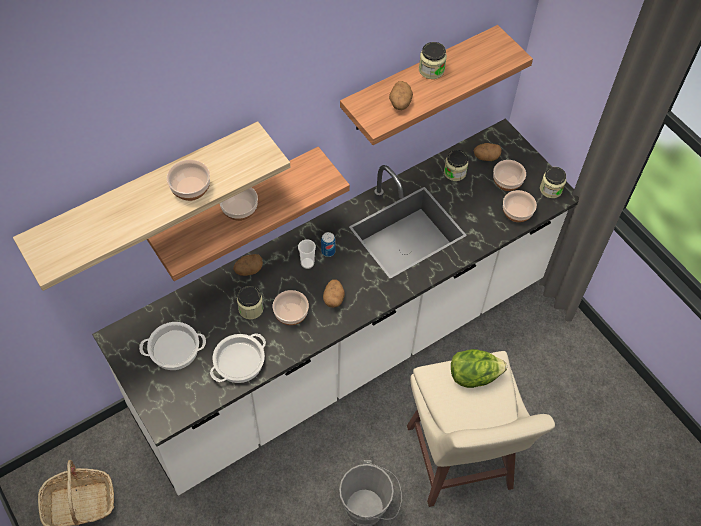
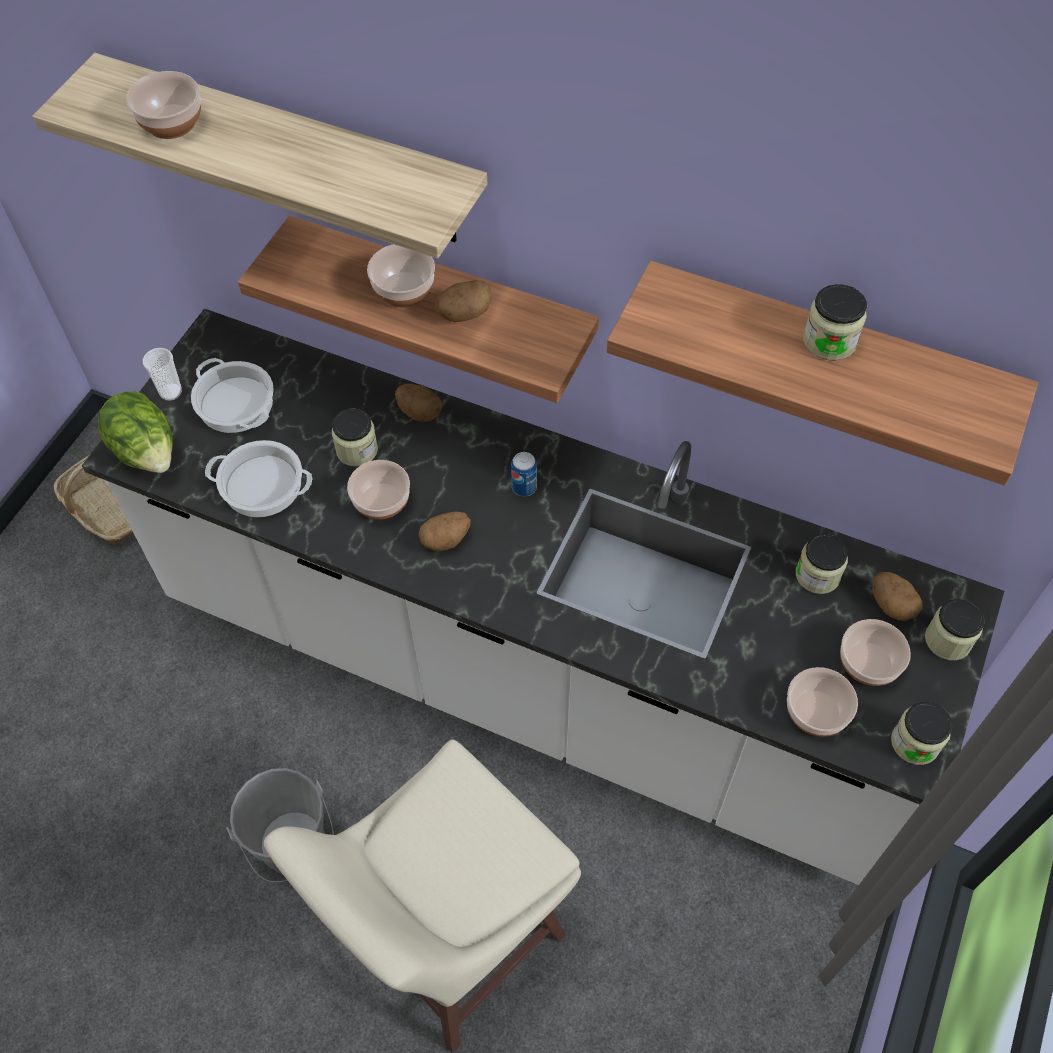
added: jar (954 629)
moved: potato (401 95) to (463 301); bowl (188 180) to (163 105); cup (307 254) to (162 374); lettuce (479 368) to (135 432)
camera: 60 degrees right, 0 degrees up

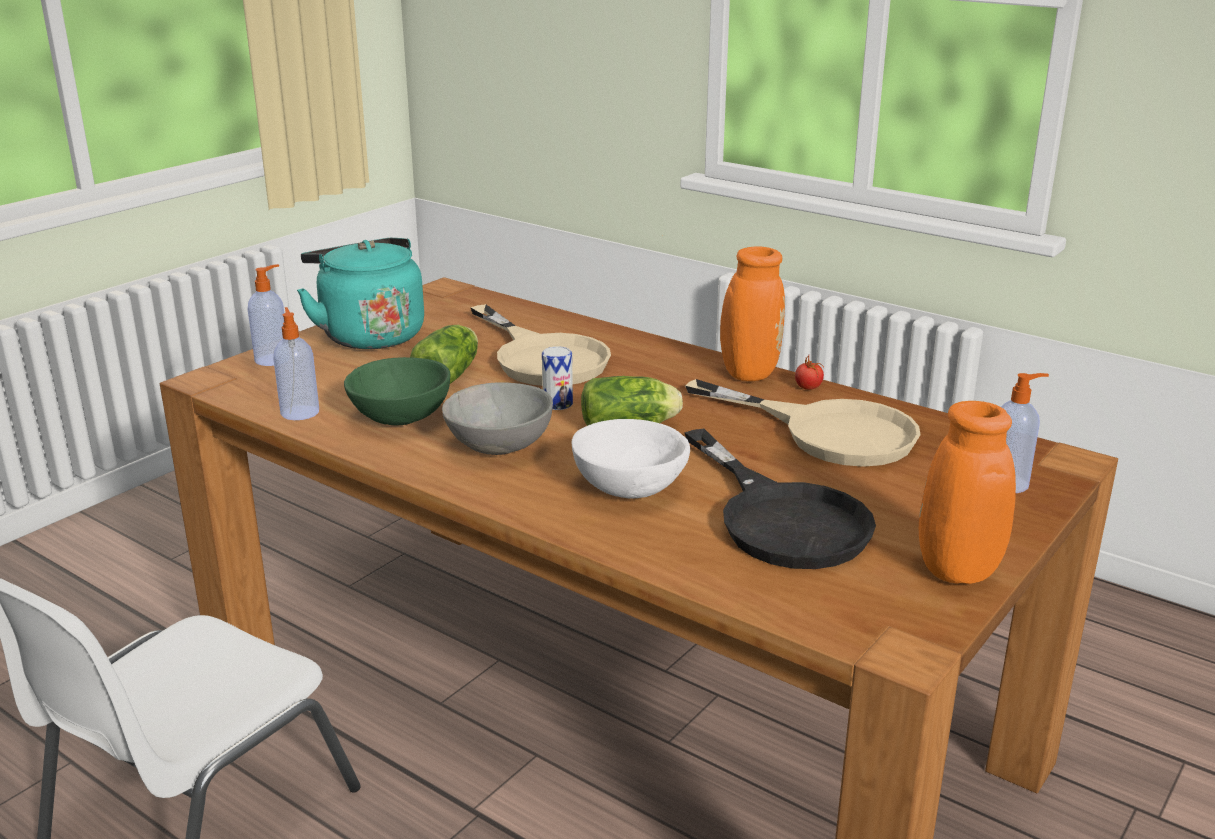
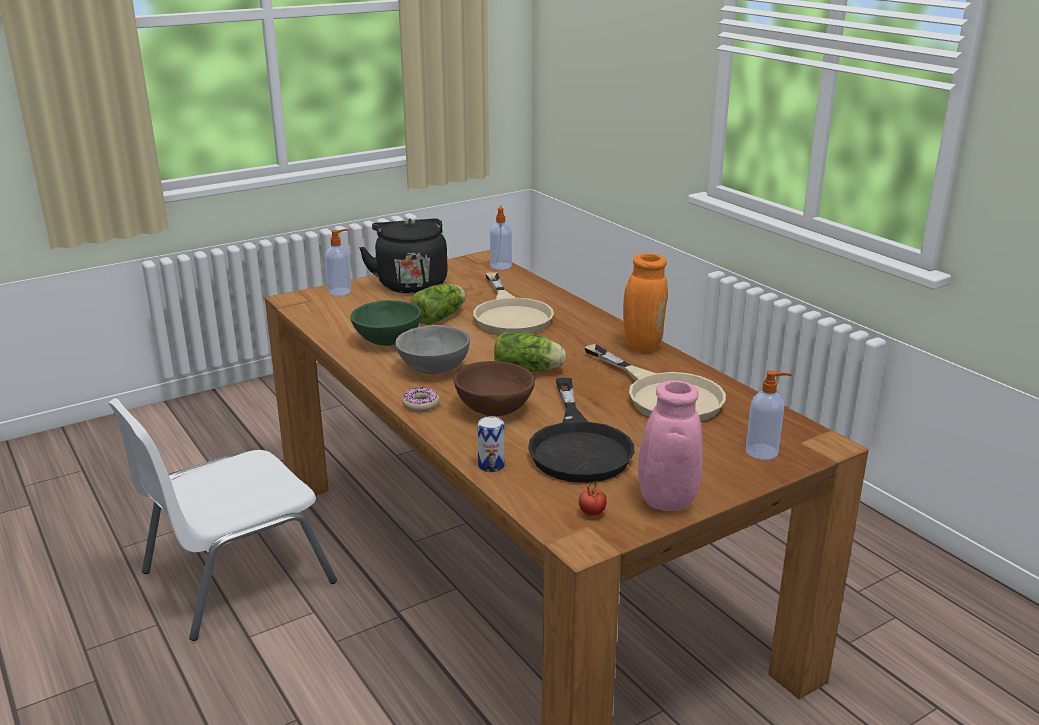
added: donut (421 399)
moved: soap dispenser (296 363) to (501 237); can (557 378) to (490 444); tomato (809 372) to (593 499)
recoloured: turquoise kettle (360 293) to black kettle (403 256); orange vase (967 492) to pink vase (670 446); white bowl (631 459) to brown bowl (494 388)
camera: 20 degrees right, 0 degrees up

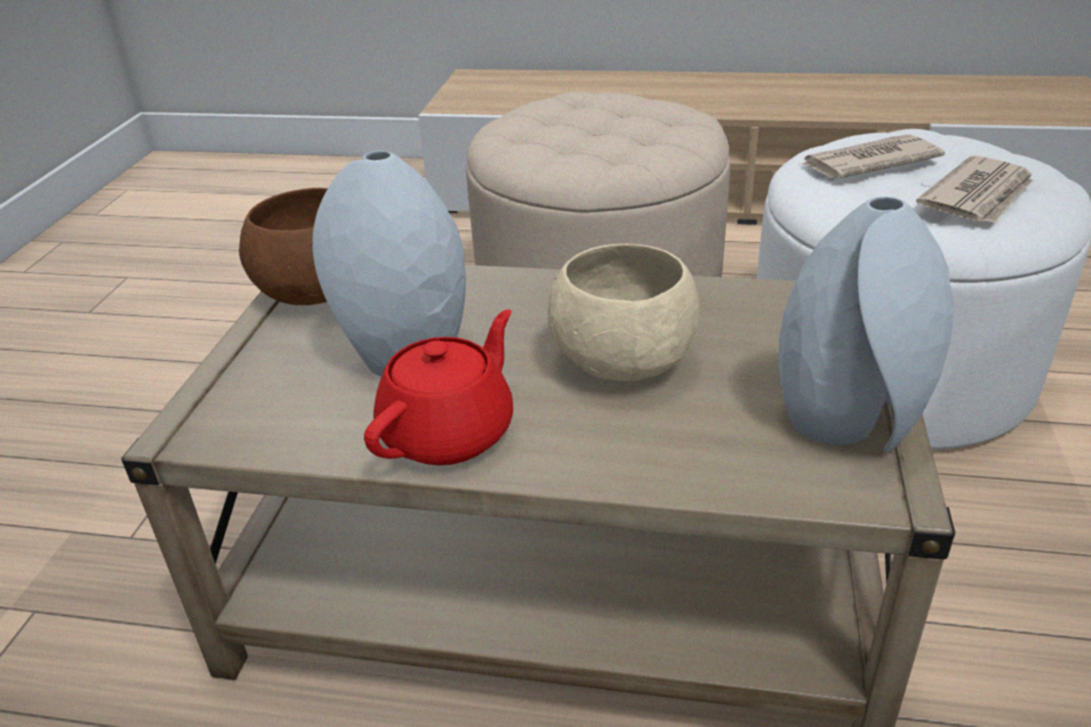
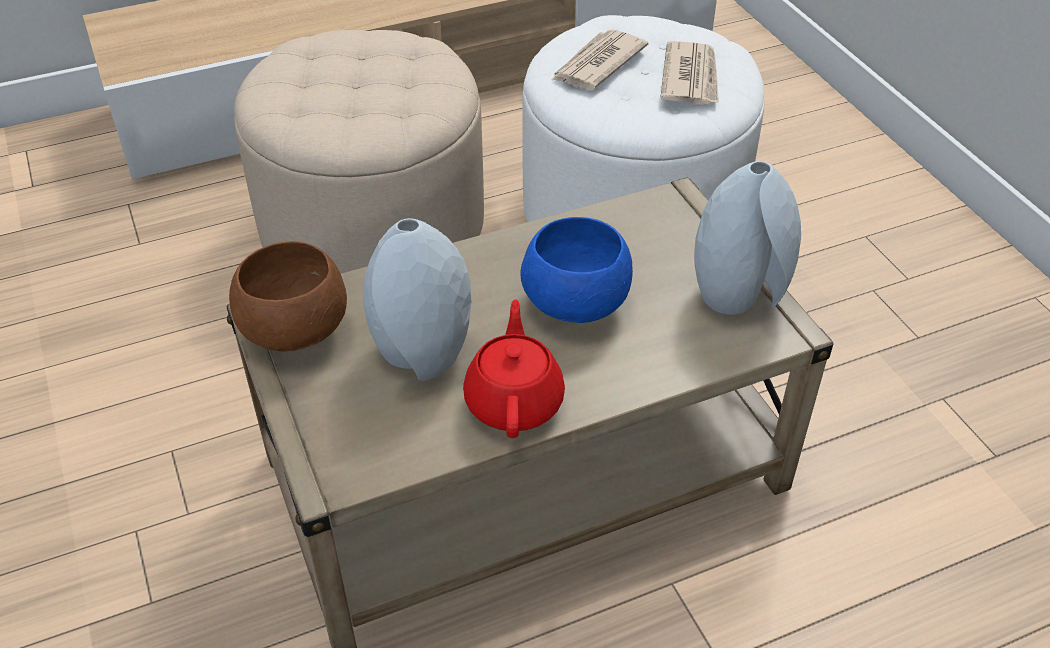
recoloured: beige bowl (624 312) to blue bowl (577 270)
camera: 35 degrees left, 10 degrees up

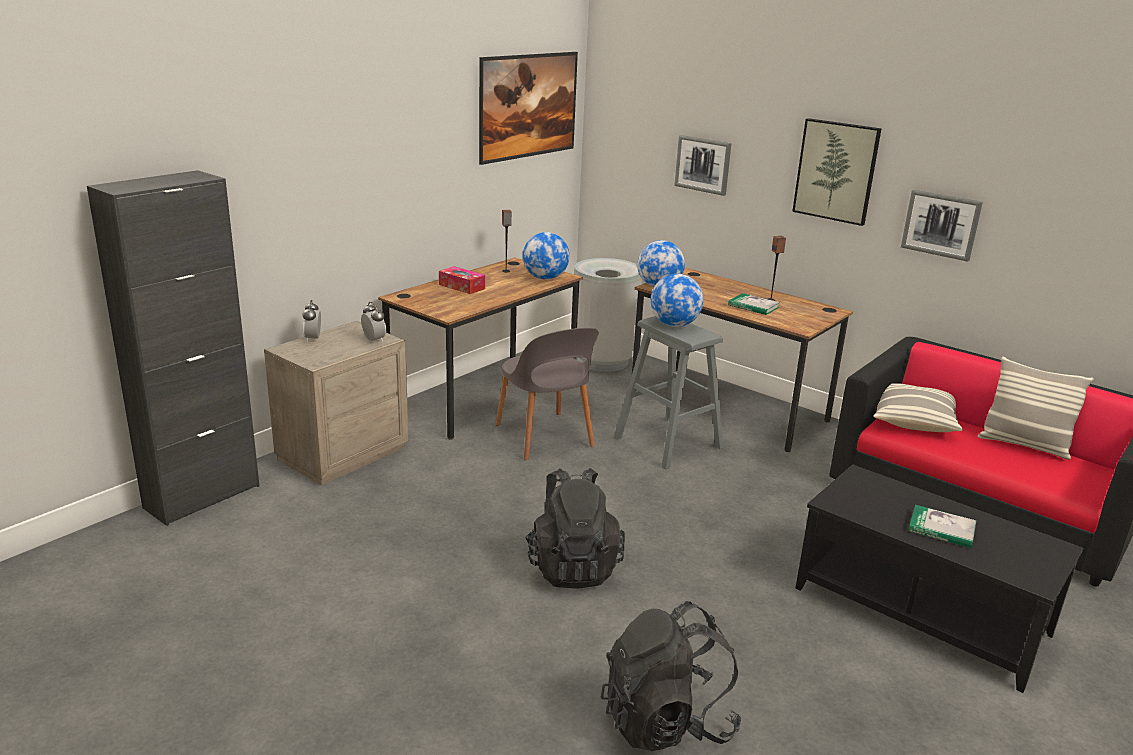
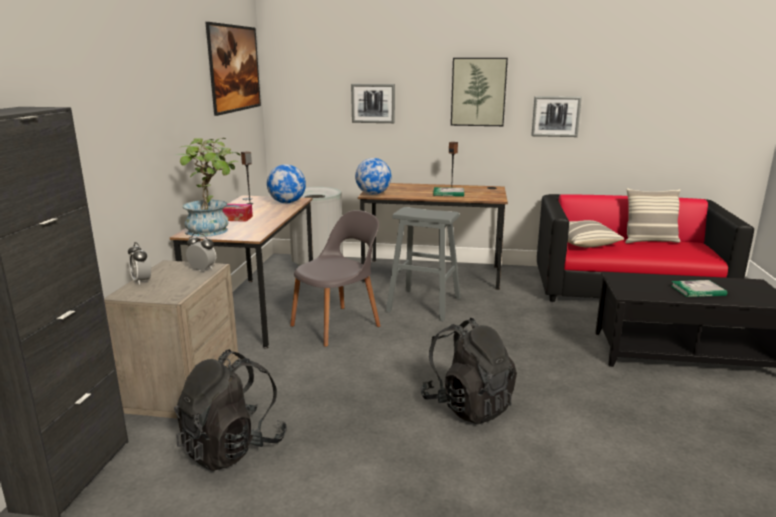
removed: globe (677 300)
added: potted plant (208 187)
moved: black backpack (671 676) to (230 410)
turned: grey chair (547 394) = (335 278) 75 degrees counterclockwise
camera: 30 degrees left, 5 degrees down

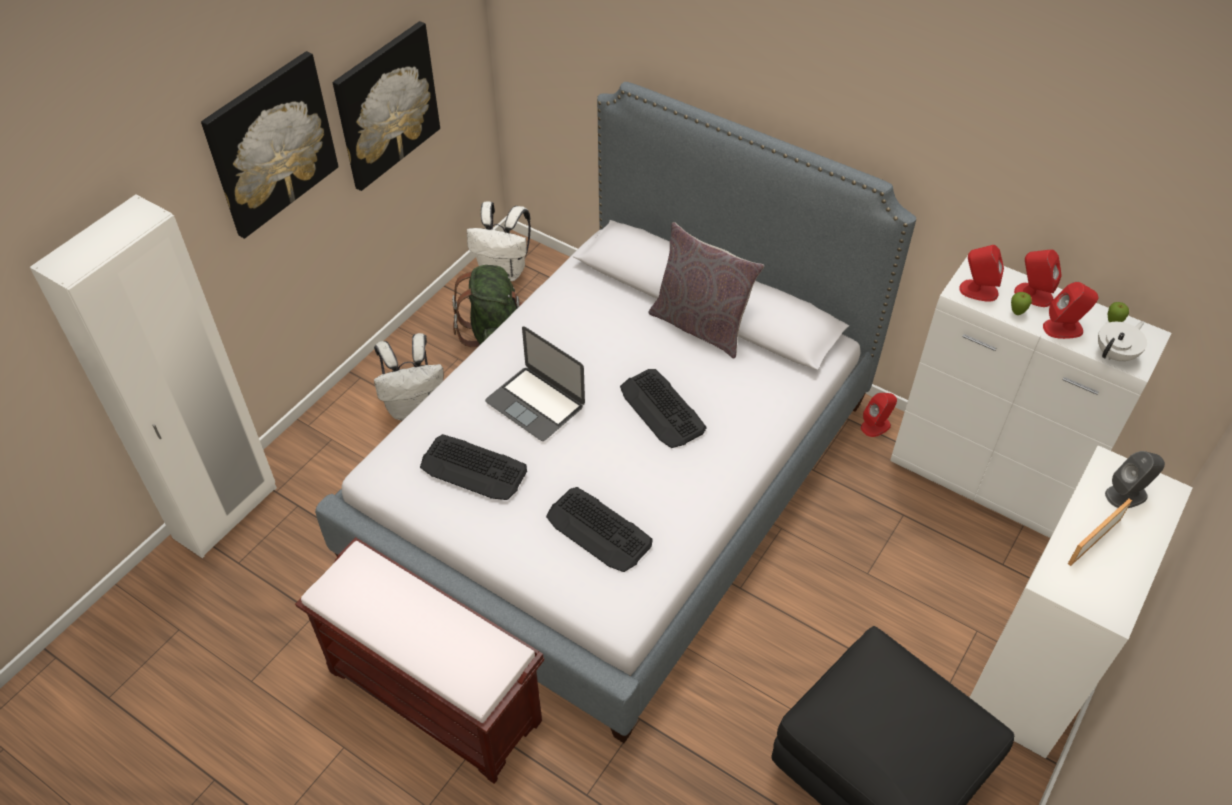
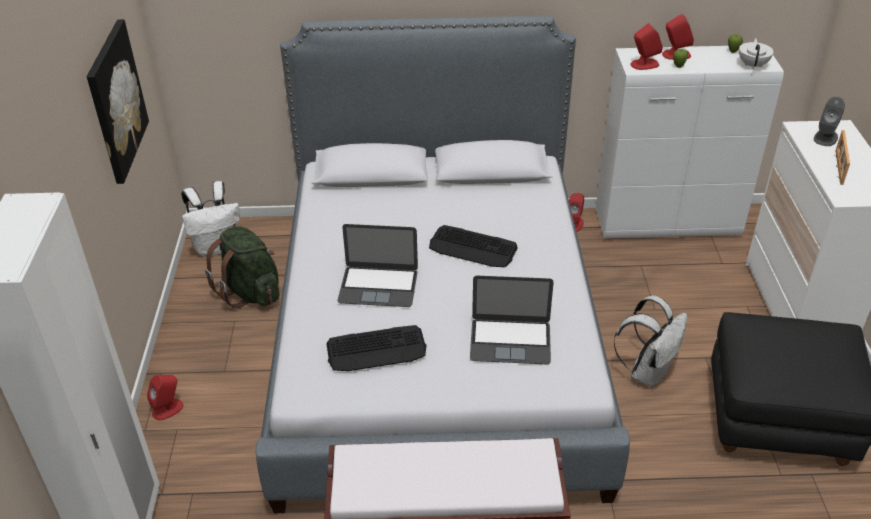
removed: picture (269 145); grey pillow (706 290)
moved: red speaker (1070 310) to (165 397); white backpack (409 377) to (650 341)
replaced: keyboard (599 529) to laptop (512 320)
camera: 35 degrees left, 10 degrees down

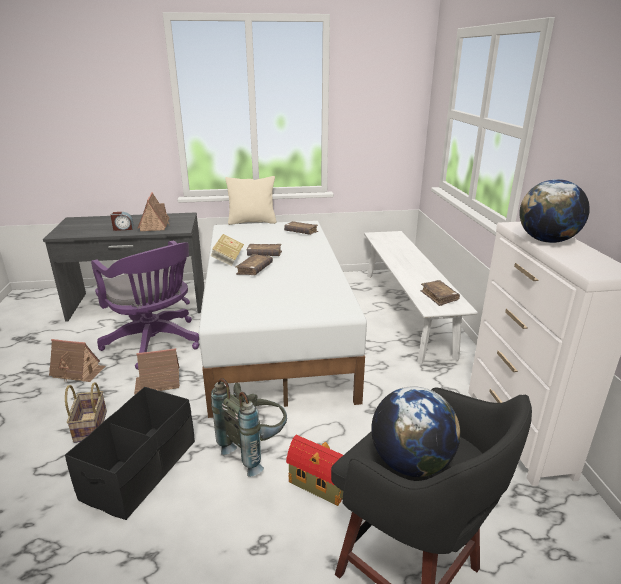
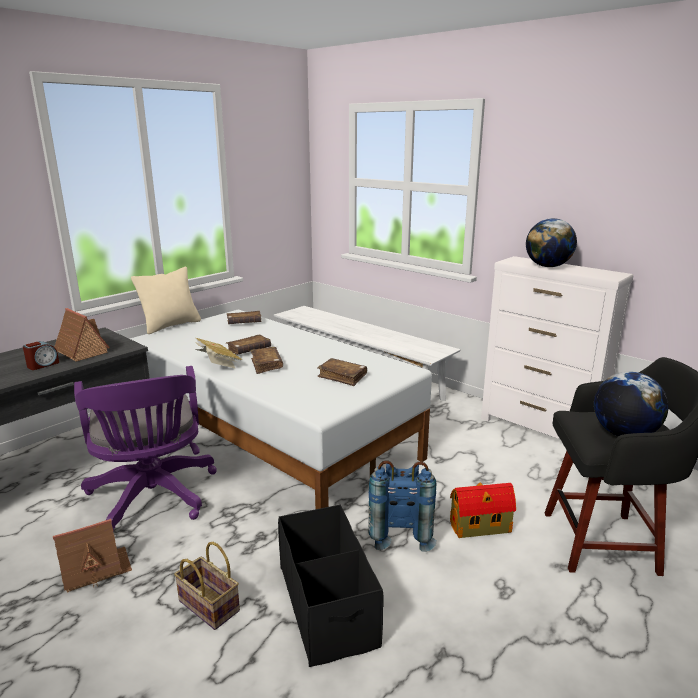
removed: toy house (157 371)
moved: brown book (440 293) to (342 372)
recoloured: grey backpack (249 427) to blue backpack (402 506)
turned: purple office chair (145 305) = (145 449) 60 degrees clockwise
camera: 40 degrees left, 5 degrees down

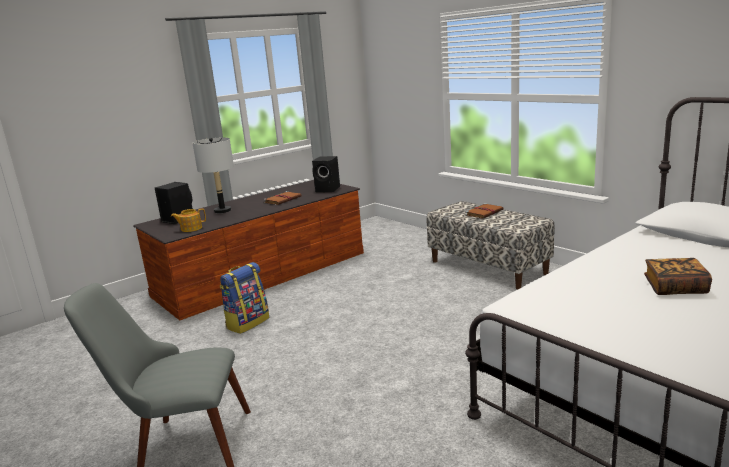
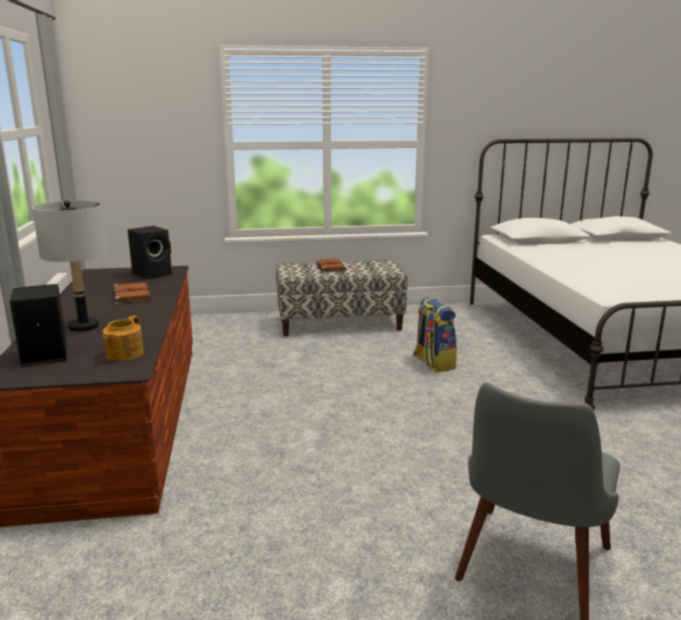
removed: book (678 276)
moved: backpack (244 298) to (435 334)
camera: 60 degrees left, 0 degrees up

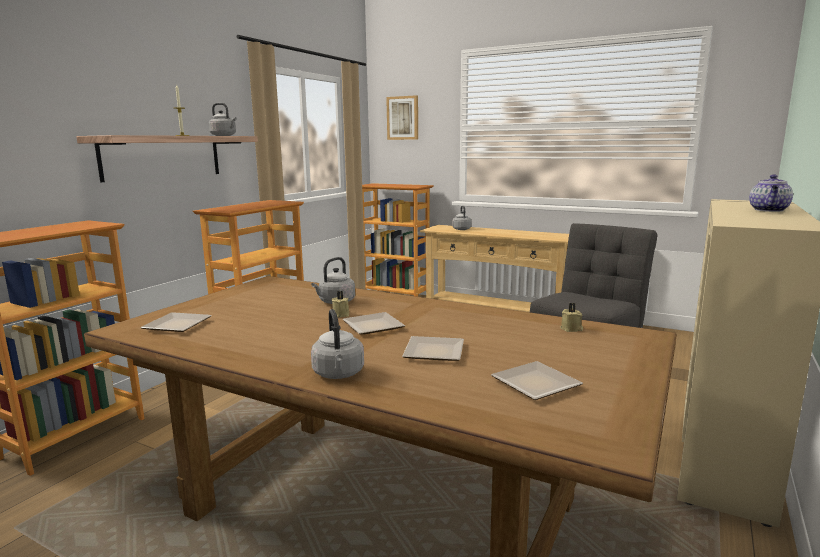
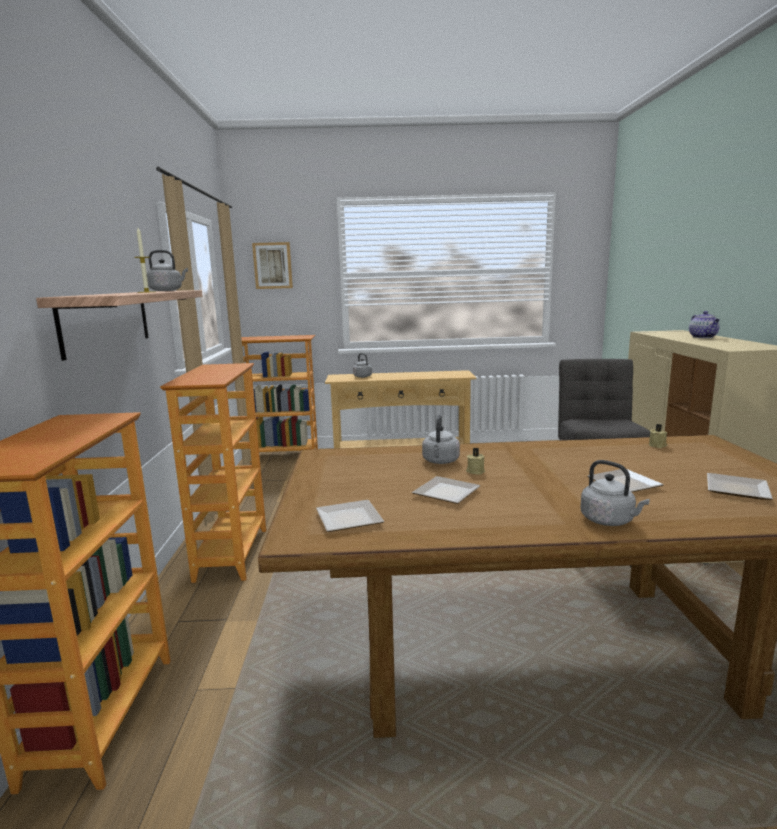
moved: plate (374 323) to (446 490)
camera: 30 degrees left, 0 degrees up

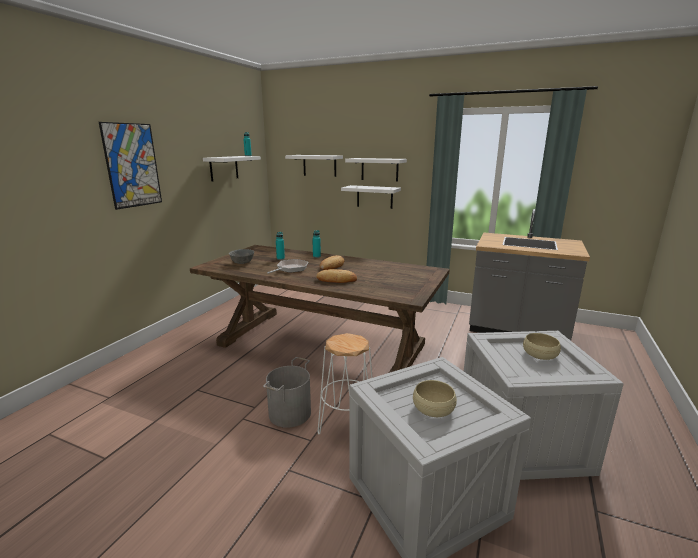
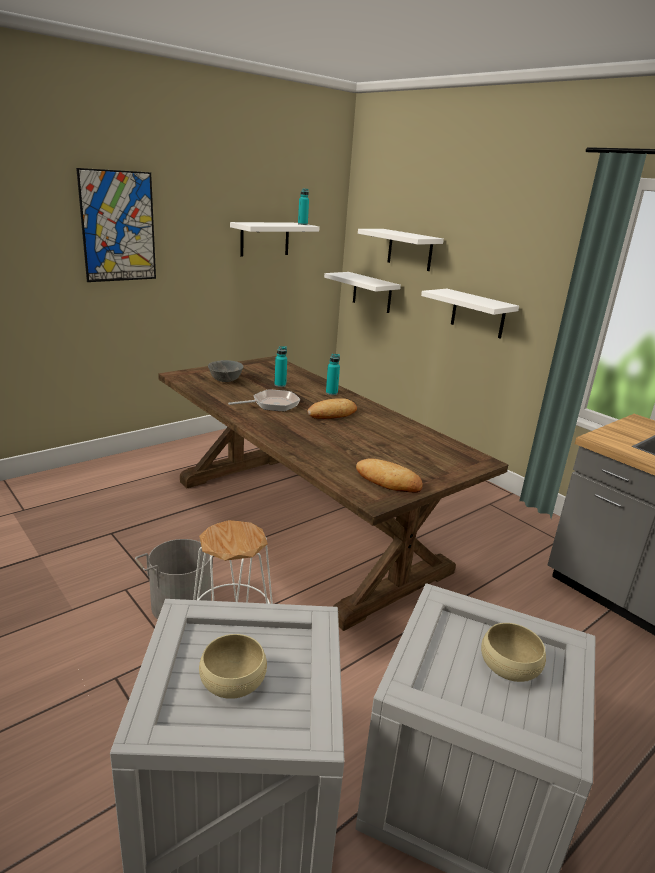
moved: white shelf (376 169) to (362 292); bread (336 276) to (389 475)
camera: 25 degrees right, 5 degrees up

